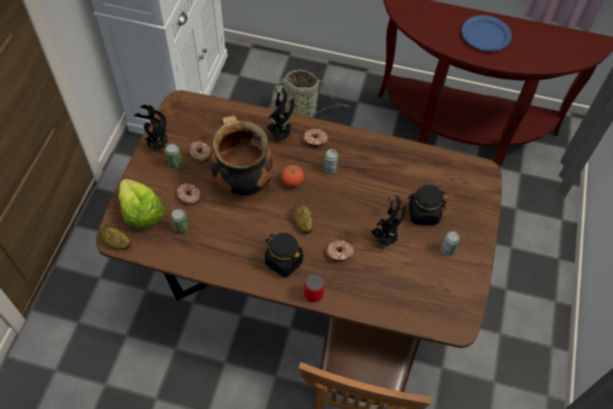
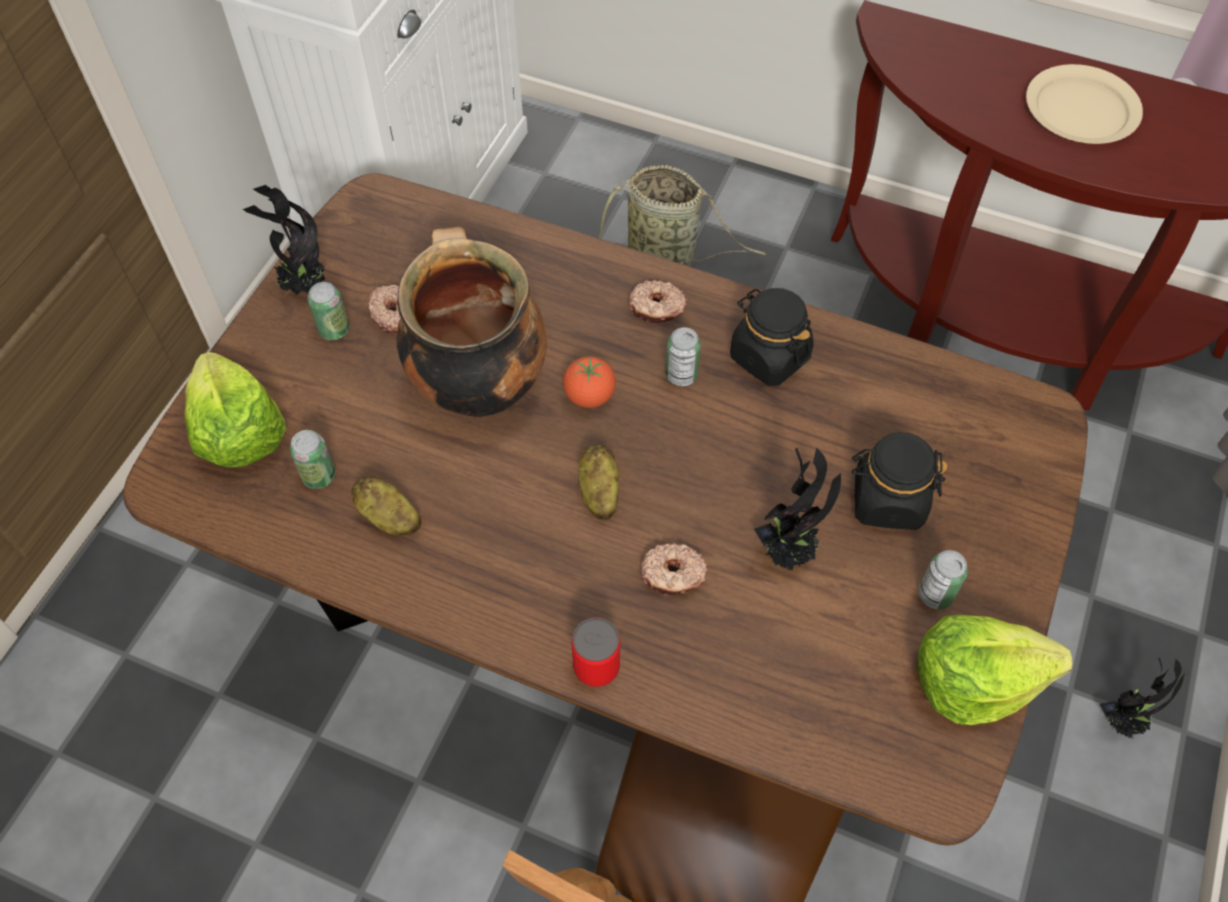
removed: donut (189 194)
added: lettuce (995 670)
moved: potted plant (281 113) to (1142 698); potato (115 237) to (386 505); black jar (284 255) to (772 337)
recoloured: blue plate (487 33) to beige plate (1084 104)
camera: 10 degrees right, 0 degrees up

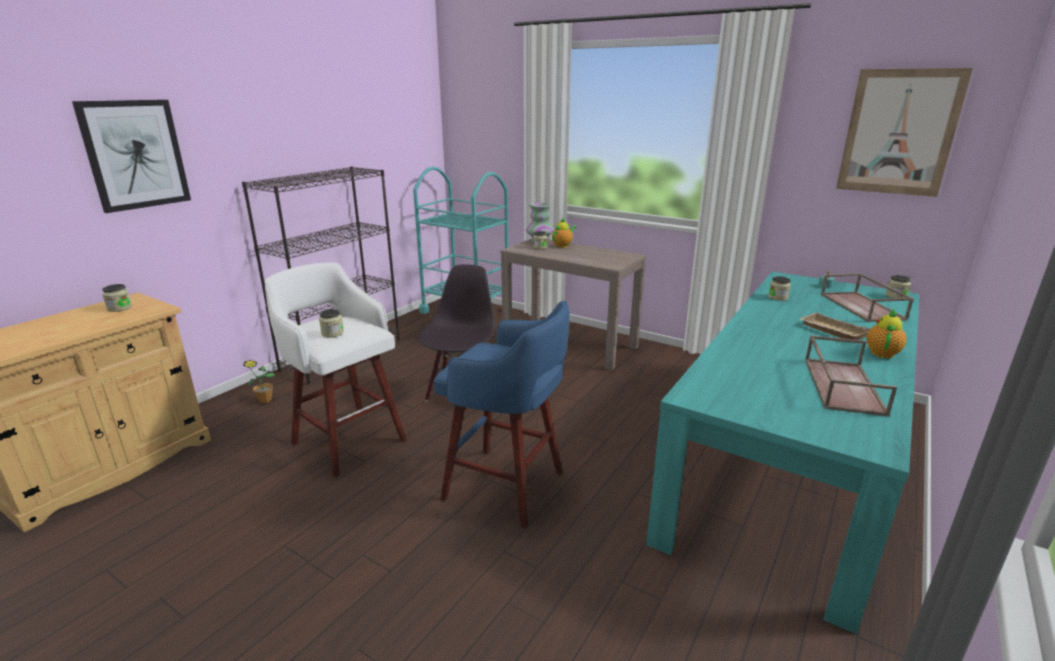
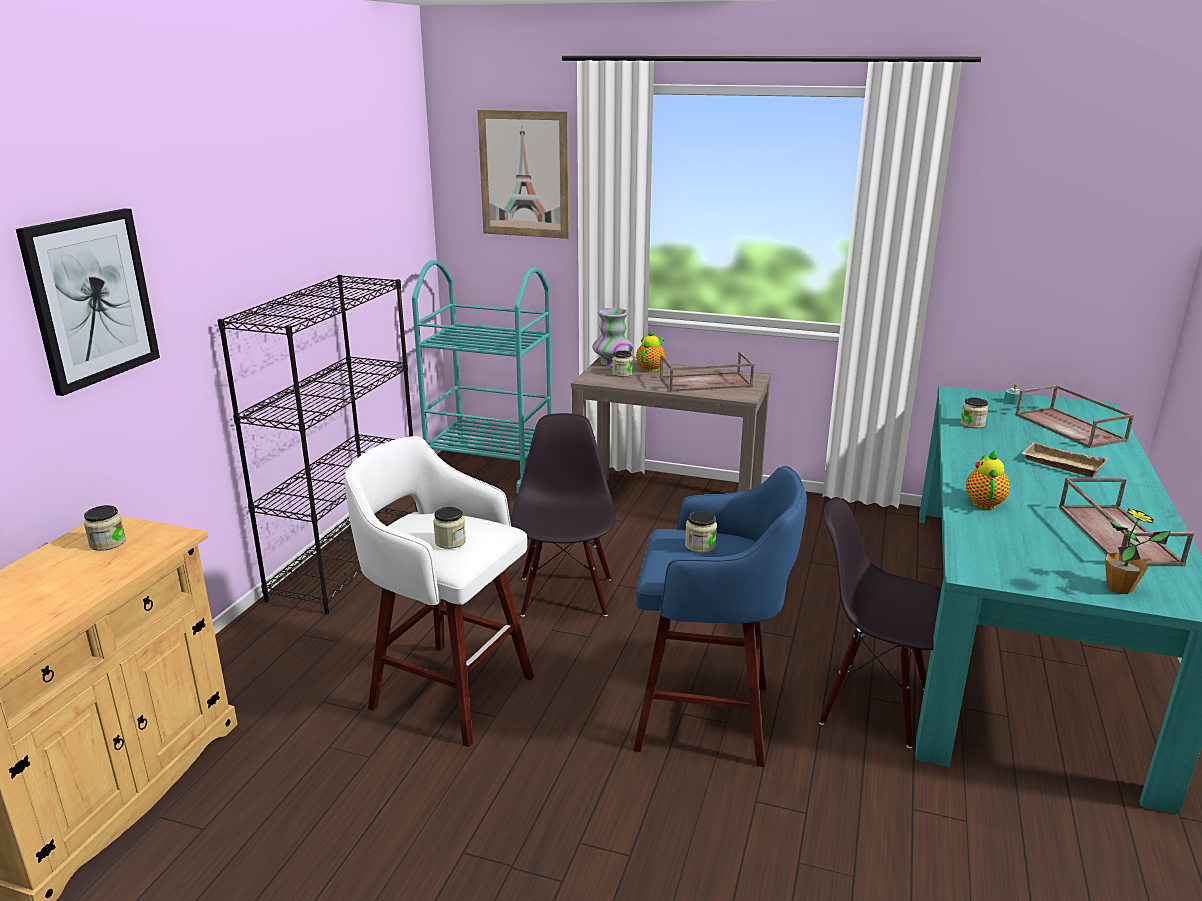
added: brown tray (707 371); black chair (880 622)
moved: picture (904 132) to (523 174); jar (898 286) to (701 531); teapot (886 333) to (988 479); potted plant (259 381) to (1138 551)
camera: 15 degrees left, 0 degrees up

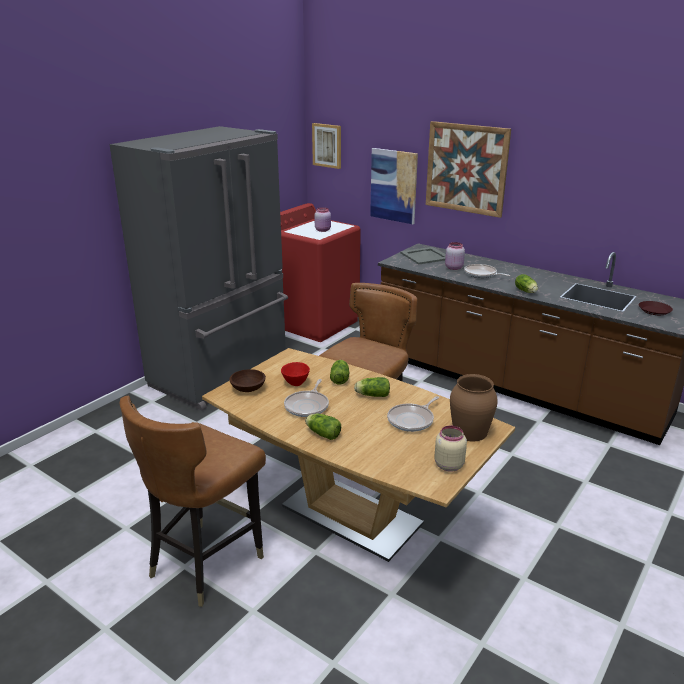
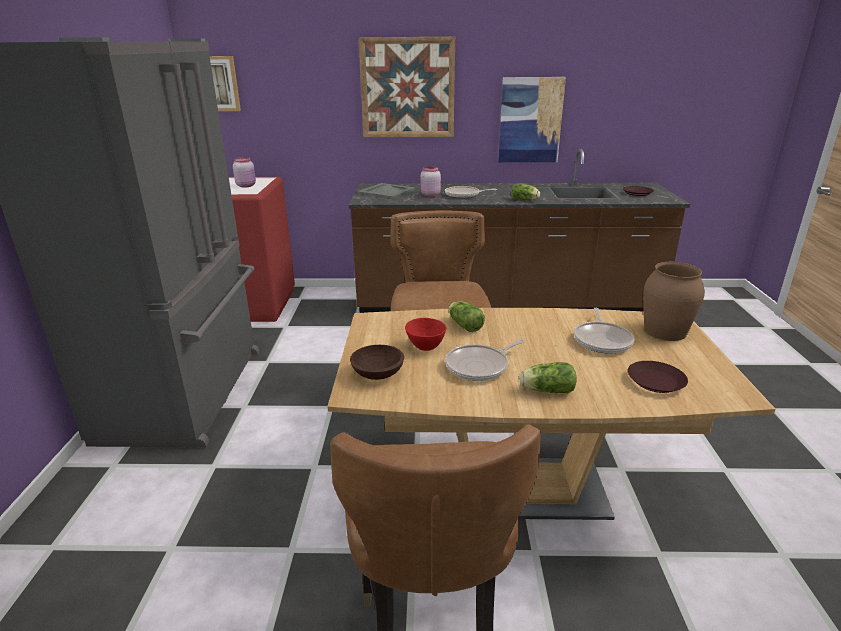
removed: lettuce (372 387); beige jar (450 449)
added: brown plate (658 377)
moved: picture (394 186) to (532 119)
turned: frying pan (306 398) = (485 360) 75 degrees clockwise
camera: 35 degrees left, 0 degrees up

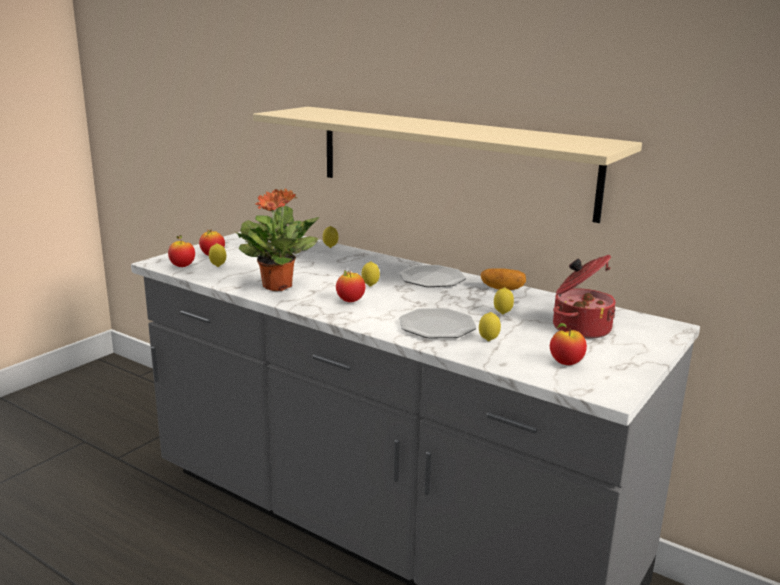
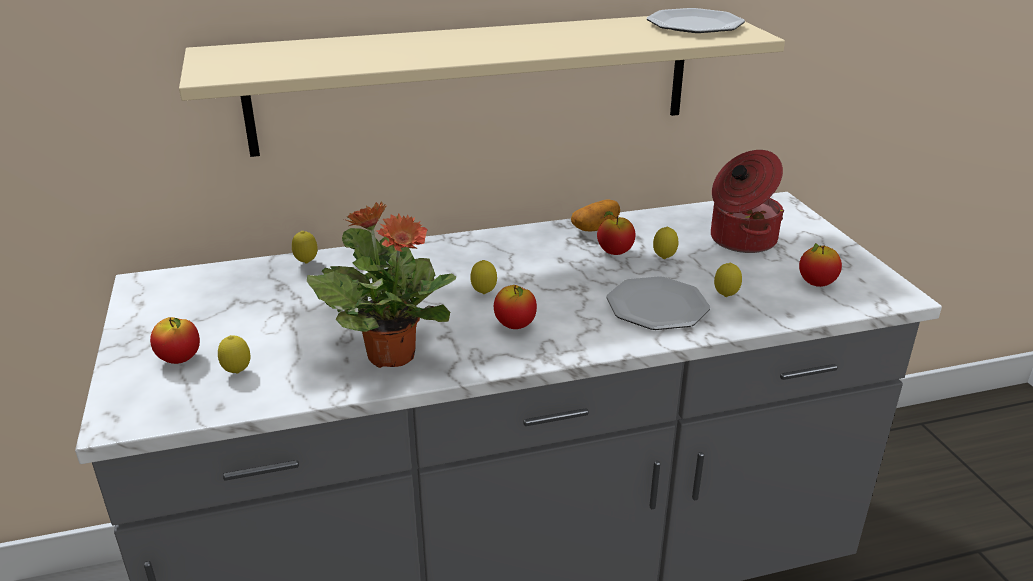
moved: apple (181 251) to (616 233); plate (433 276) to (696 20)
camera: 50 degrees left, 10 degrees up

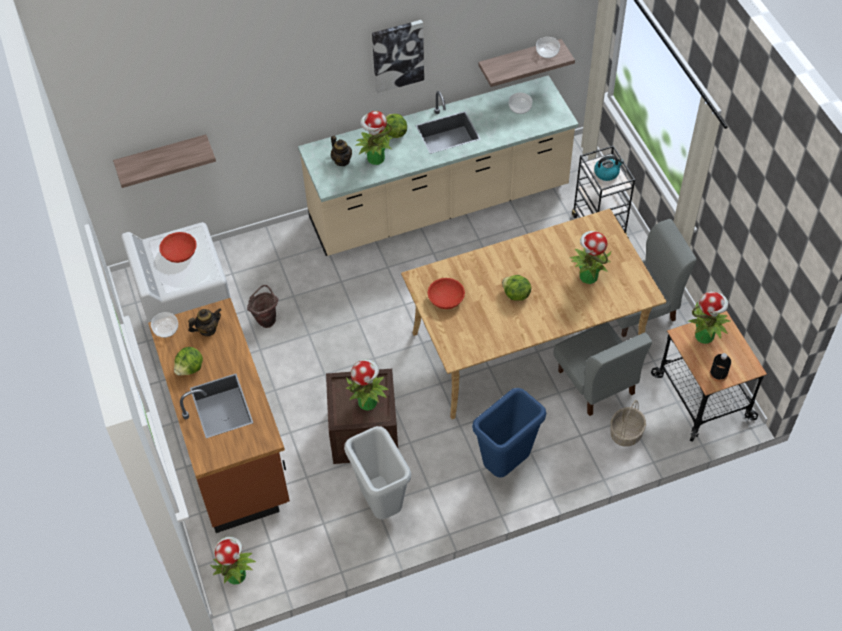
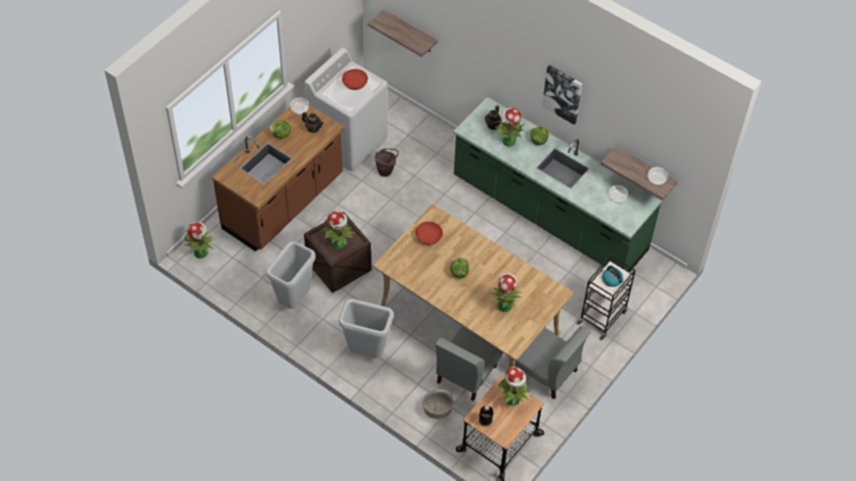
recoloured: beige counter (438 165) to green counter (557 184); blue trash can (509 432) to grey trash can (366 328)
camera: 55 degrees right, 0 degrees up

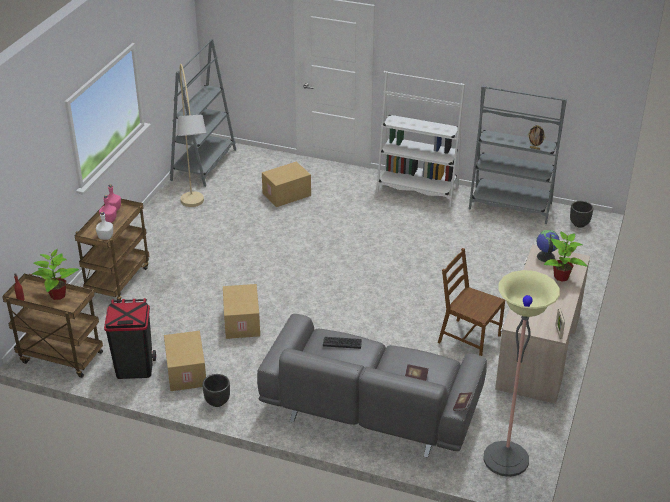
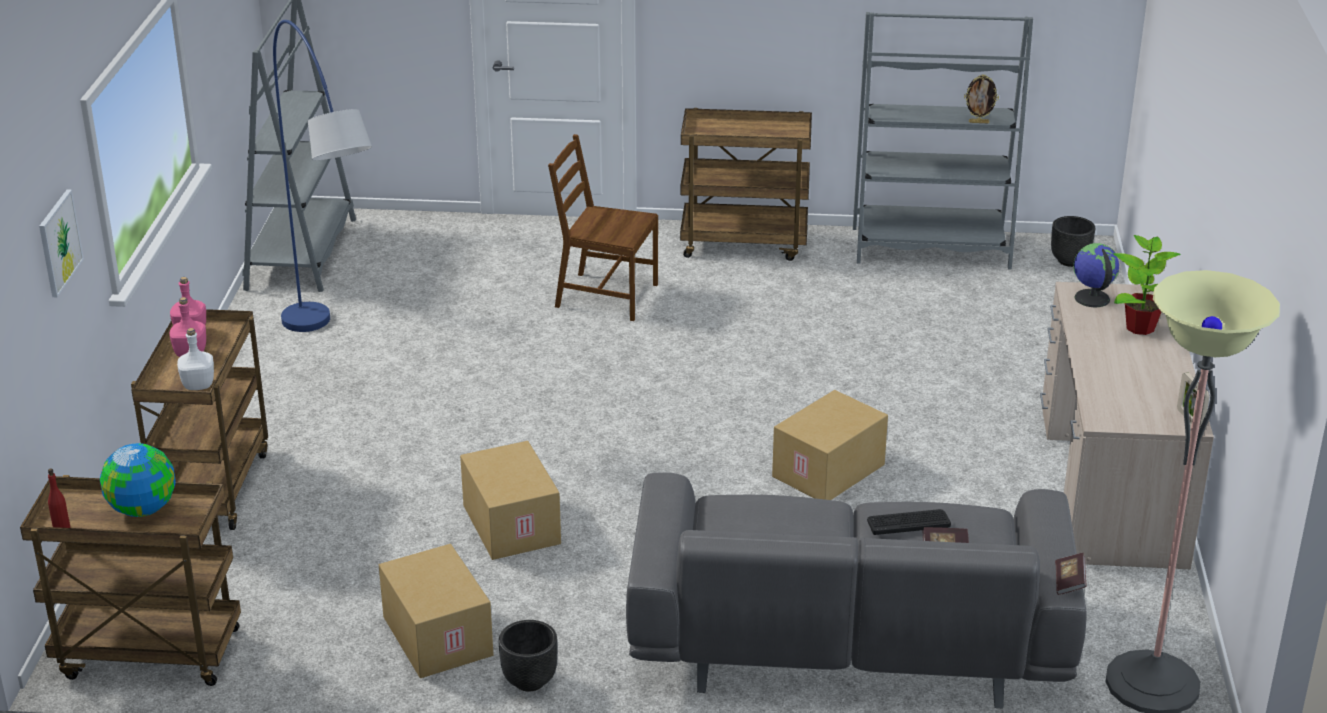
removed: black trash can (130 338)
added: picture (61 243)
moved: cardboard box (286 184) to (830 445); brown chair (471 302) to (603 227); keyboard (342 343) to (909 522)
replaced: white bookcase (420 139) to brown cart (746 184); potted plant (55 274) to globe (138 480)
recoloured: beige floor lamp (191 135) to blue floor lamp (322 176)
camera: 15 degrees left, 5 degrees down

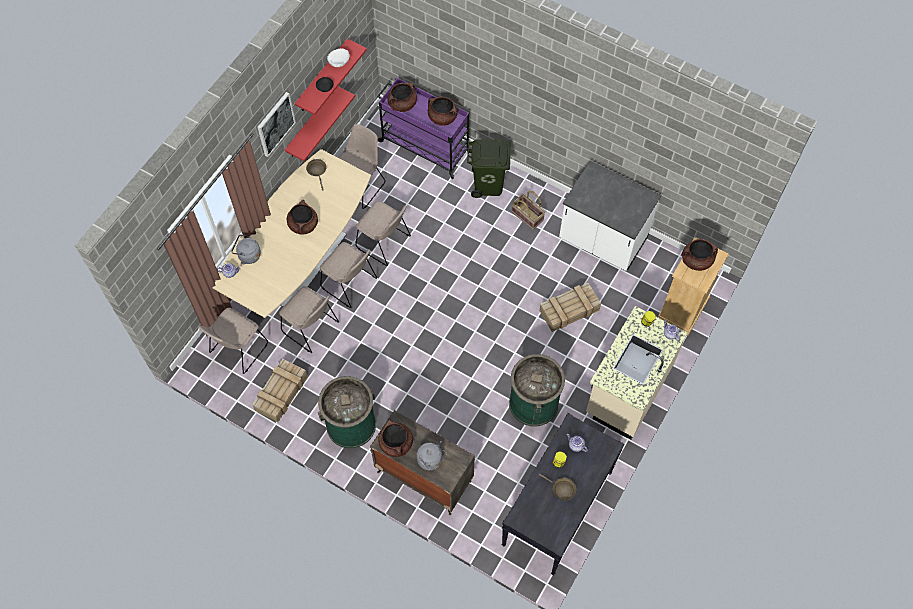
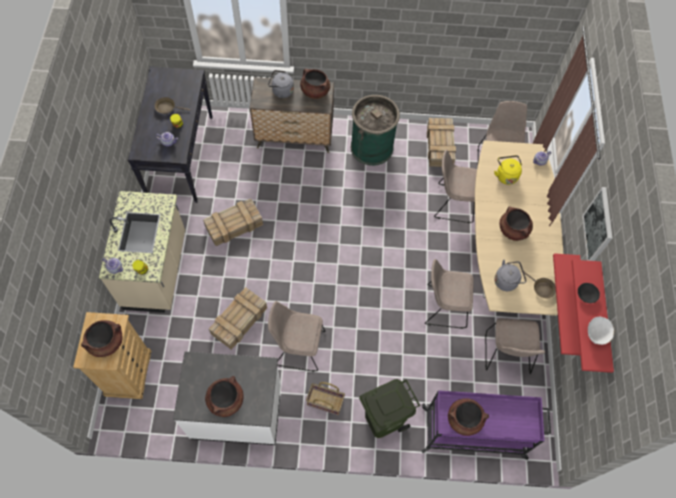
added: yellow kettle (508 170)
moved: brown cooking pot (402 97) to (224 396); grey kettle (246 249) to (510 275); beige chair (348 275) to (297 336)
replaced: green trash can (537 390) to crate (233 222)
camera: 150 degrees right, 0 degrees up

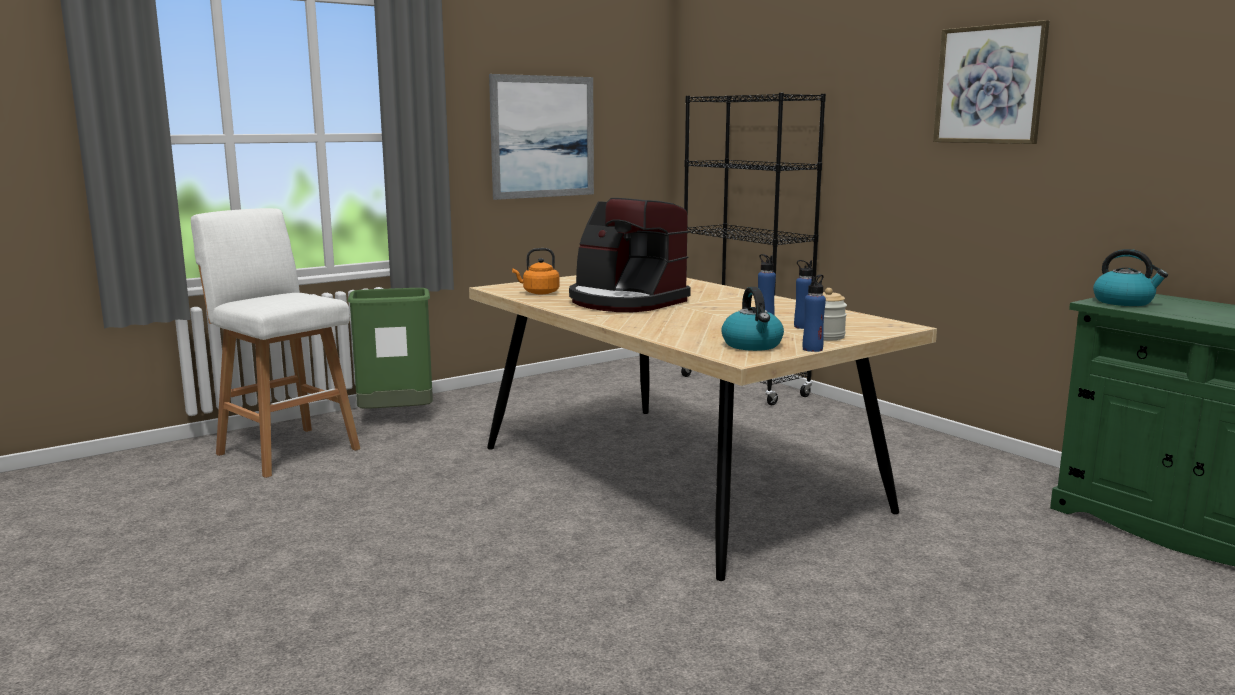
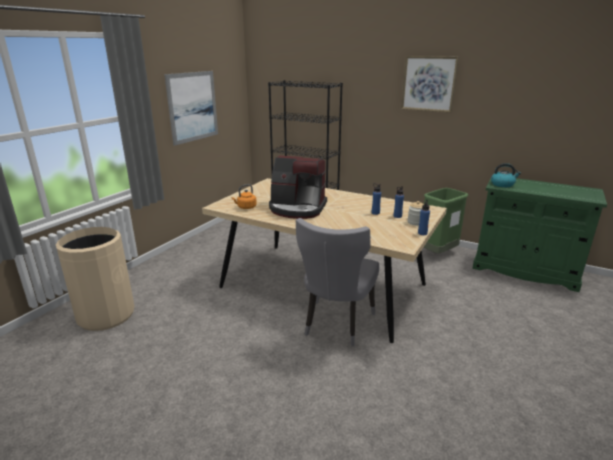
removed: kettle (752 319)
added: grey chair (338 282)
moved: green trash can (390 348) to (445 220)
replaced: white stool (275 343) to beige trash can (95 279)
camera: 25 degrees left, 10 degrees up

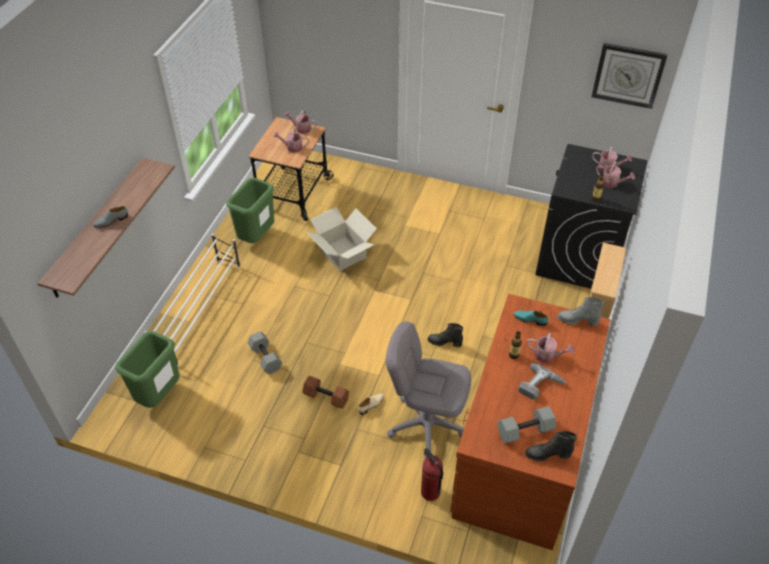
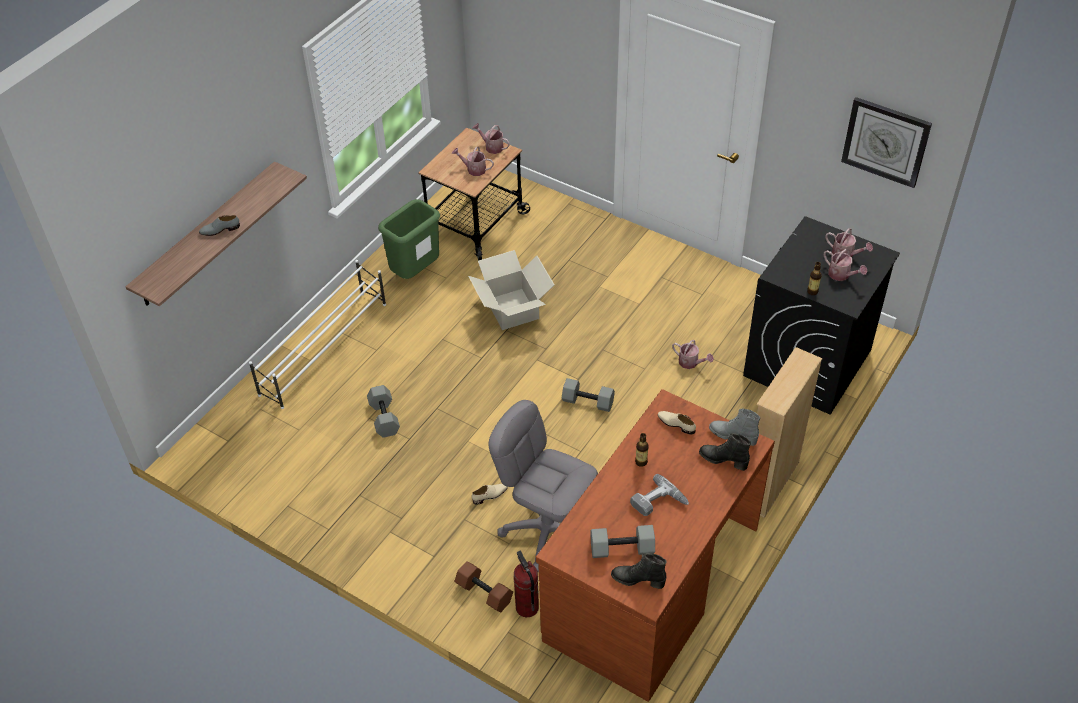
removed: green trash can (147 369)
added: grey dumbbell (588 395)
moved: black boot (445 335) to (725 452); watering can (550 348) to (693 354); brown dumbbell (325 392) to (484 586)
recoloured: turquoise shoe (531 318) to beige shoe (677 423)
camera: 15 degrees right, 0 degrees up

